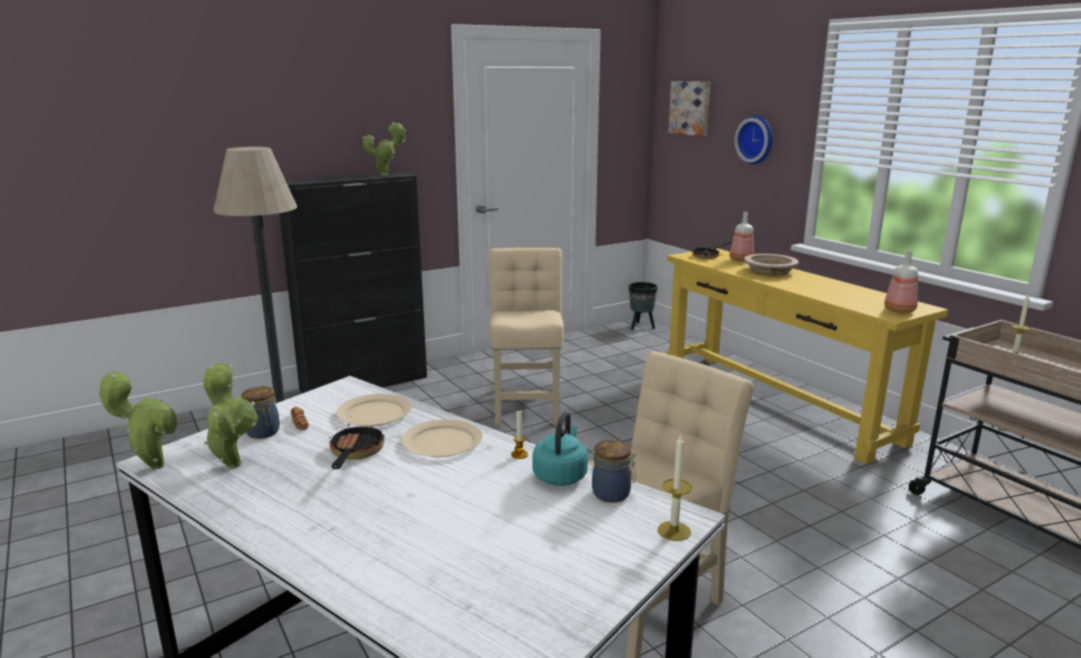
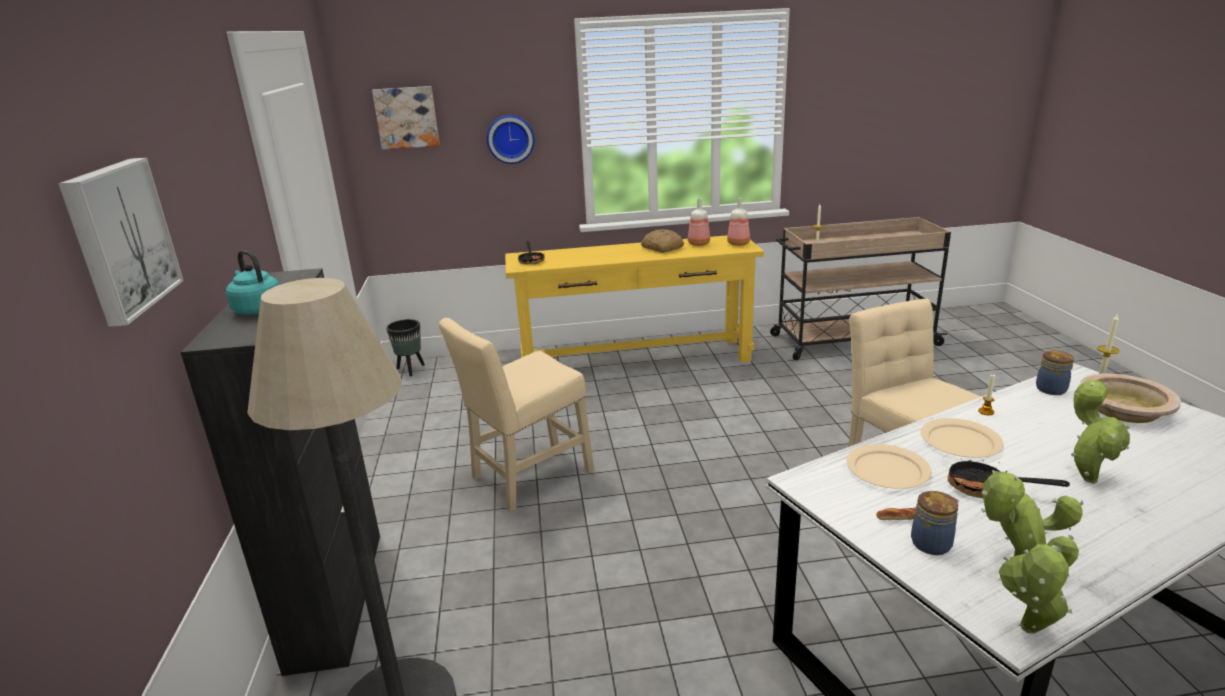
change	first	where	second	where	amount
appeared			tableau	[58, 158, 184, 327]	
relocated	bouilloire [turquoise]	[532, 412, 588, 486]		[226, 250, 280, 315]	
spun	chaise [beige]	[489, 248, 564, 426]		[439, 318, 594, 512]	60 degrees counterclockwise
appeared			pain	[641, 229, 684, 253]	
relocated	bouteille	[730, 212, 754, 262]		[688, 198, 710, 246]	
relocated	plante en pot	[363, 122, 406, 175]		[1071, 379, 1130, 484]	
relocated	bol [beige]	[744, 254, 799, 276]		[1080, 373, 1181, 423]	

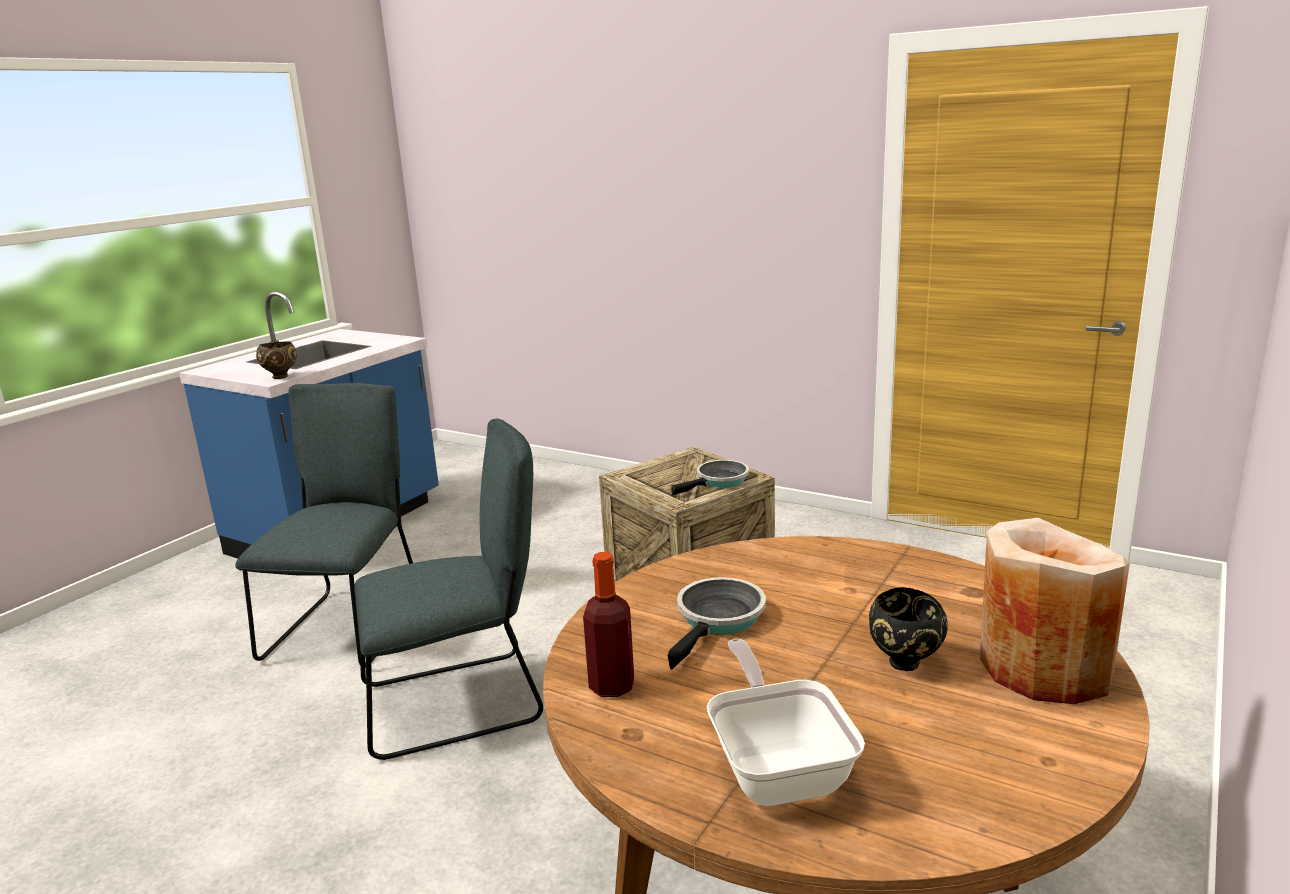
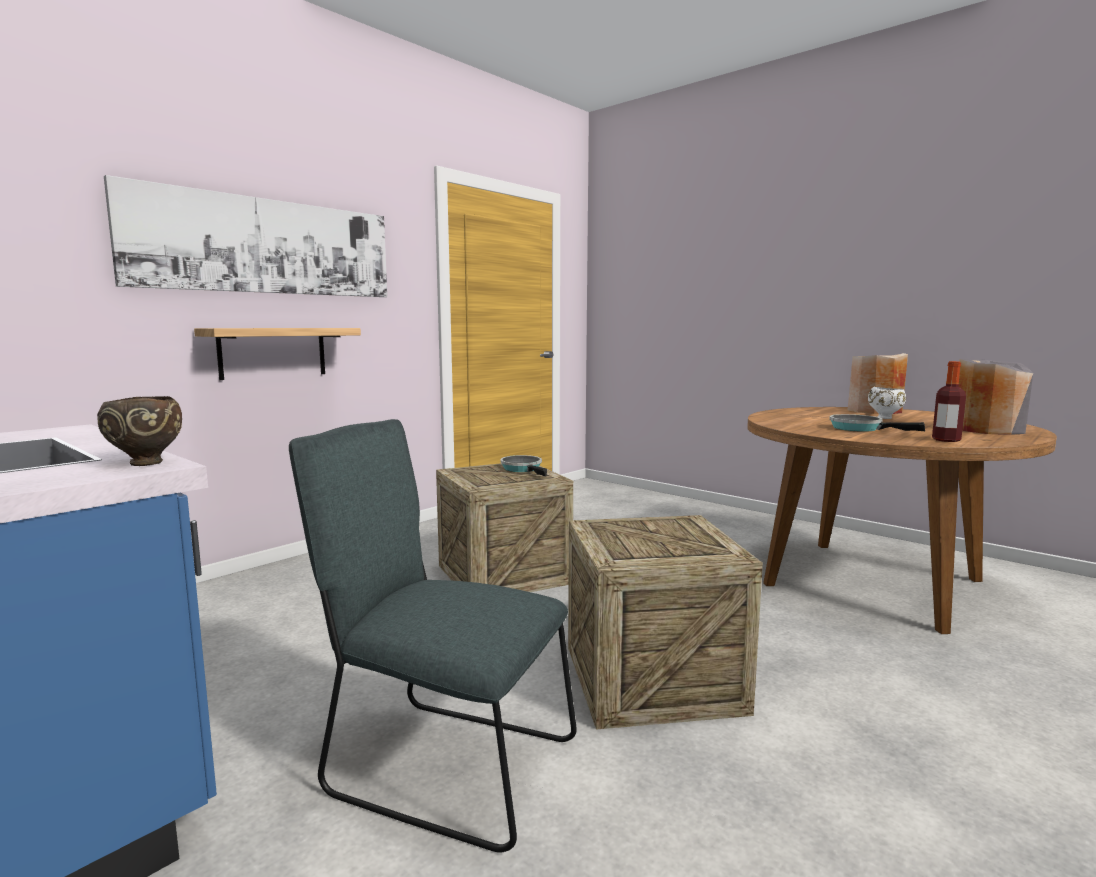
change	first	where	second	where	amount
appeared			tableau	[104, 175, 387, 297]	
appeared			étagère	[194, 328, 361, 380]	
exchanged	chaise [gris]	[354, 418, 543, 760]	caisse	[568, 515, 763, 730]	
colour	bol [noir]	[869, 587, 948, 671]	bol [blanc]	[868, 387, 906, 419]	
exchanged	poêle	[707, 639, 865, 806]	vase [gris]	[959, 358, 1033, 435]	

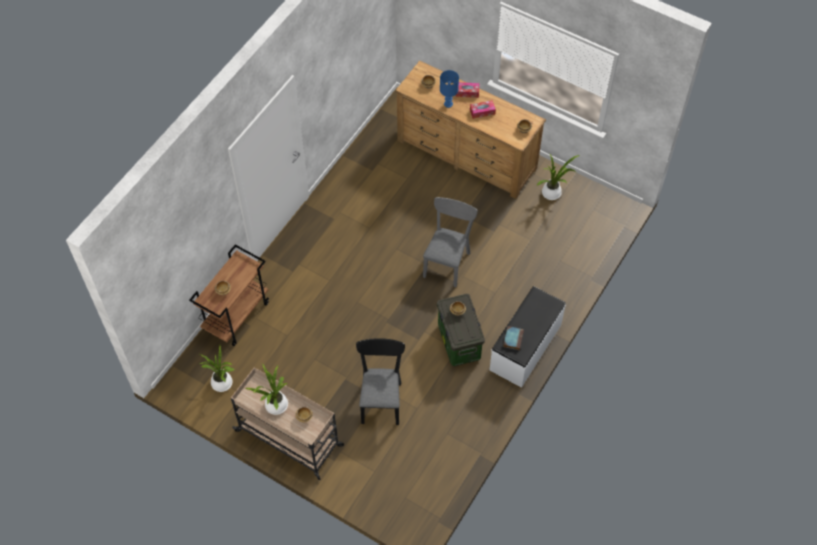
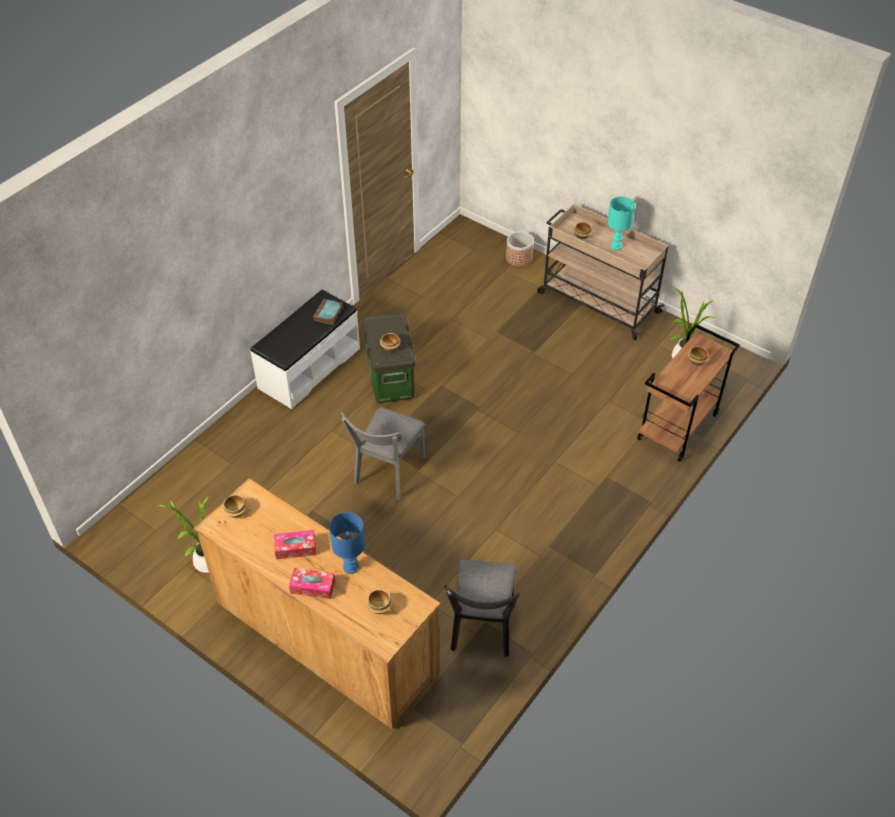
change	first	where	second	where	amount
relocated	chaise [noir]	[356, 338, 405, 425]		[445, 560, 520, 657]	
appeared			cache-pot	[506, 231, 534, 267]	
exchanged	plante en pot	[246, 364, 288, 415]	lampe de table [turquoise]	[607, 196, 635, 250]	

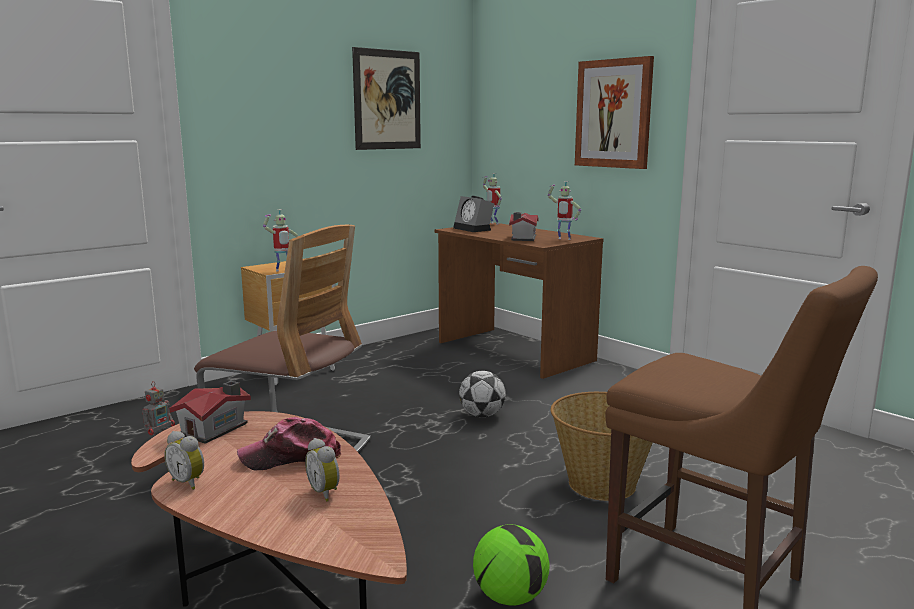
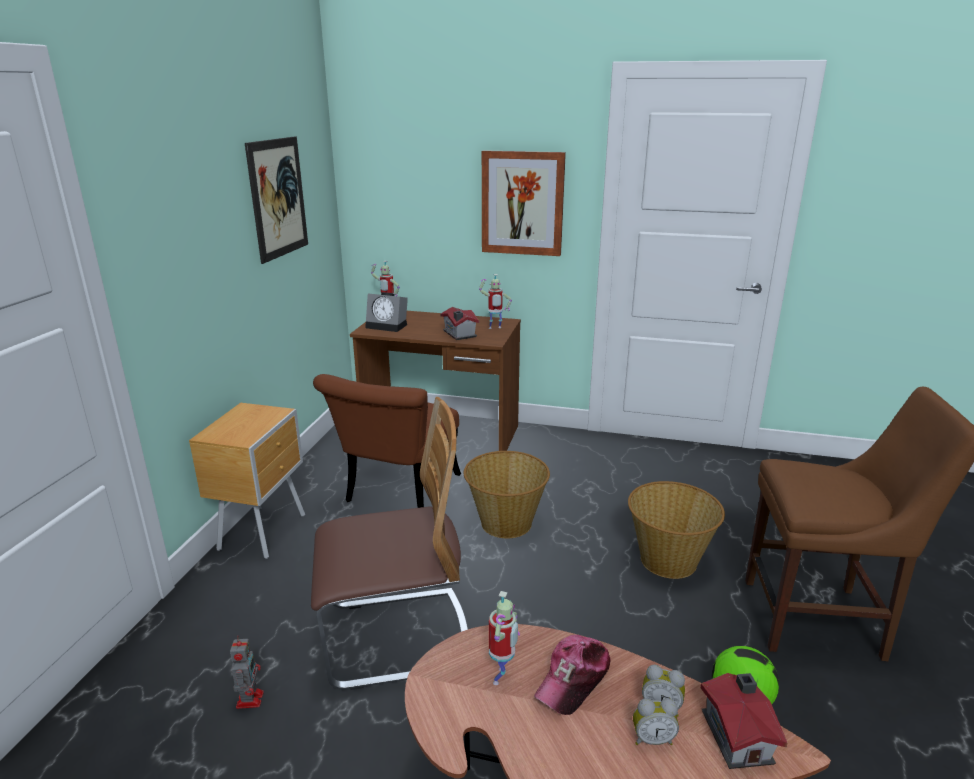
change	first	where	second	where	amount
appeared			chaise [marron]	[313, 374, 461, 508]	
exchanged	ballon de foot	[459, 371, 506, 417]	panier	[464, 451, 550, 538]	
relocated	robot jouet	[263, 209, 298, 271]		[489, 591, 520, 685]	
relocated	réveil	[164, 431, 204, 490]		[633, 698, 679, 745]	
relocated	maison miniature	[169, 381, 251, 444]		[700, 673, 787, 769]	

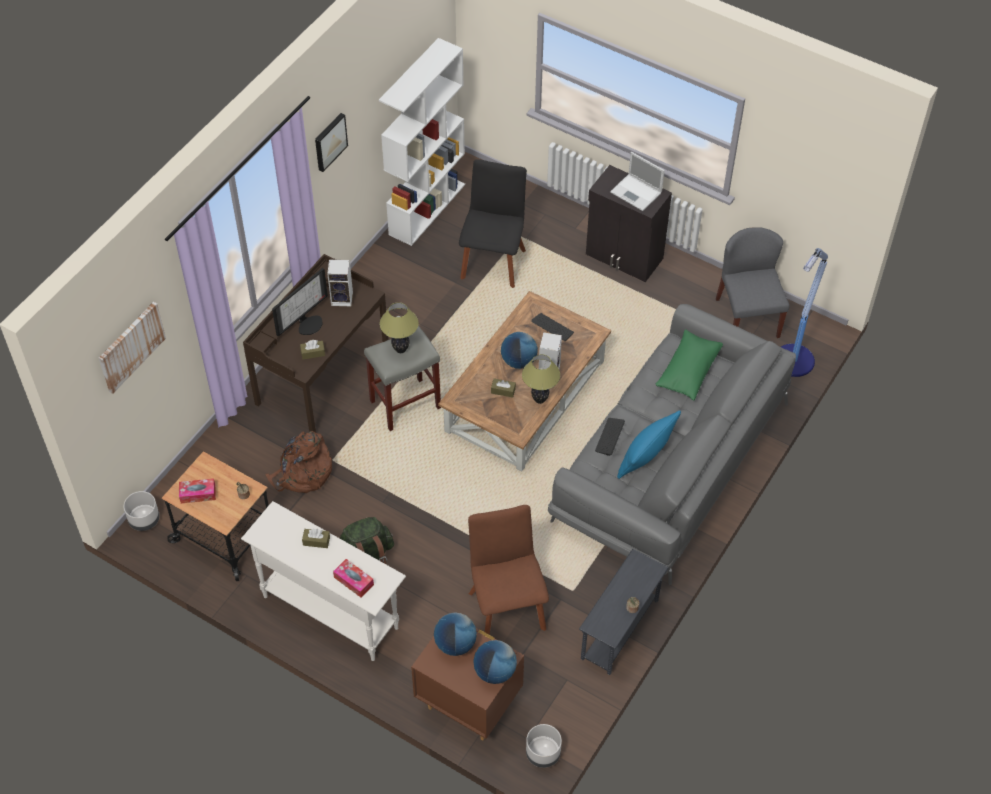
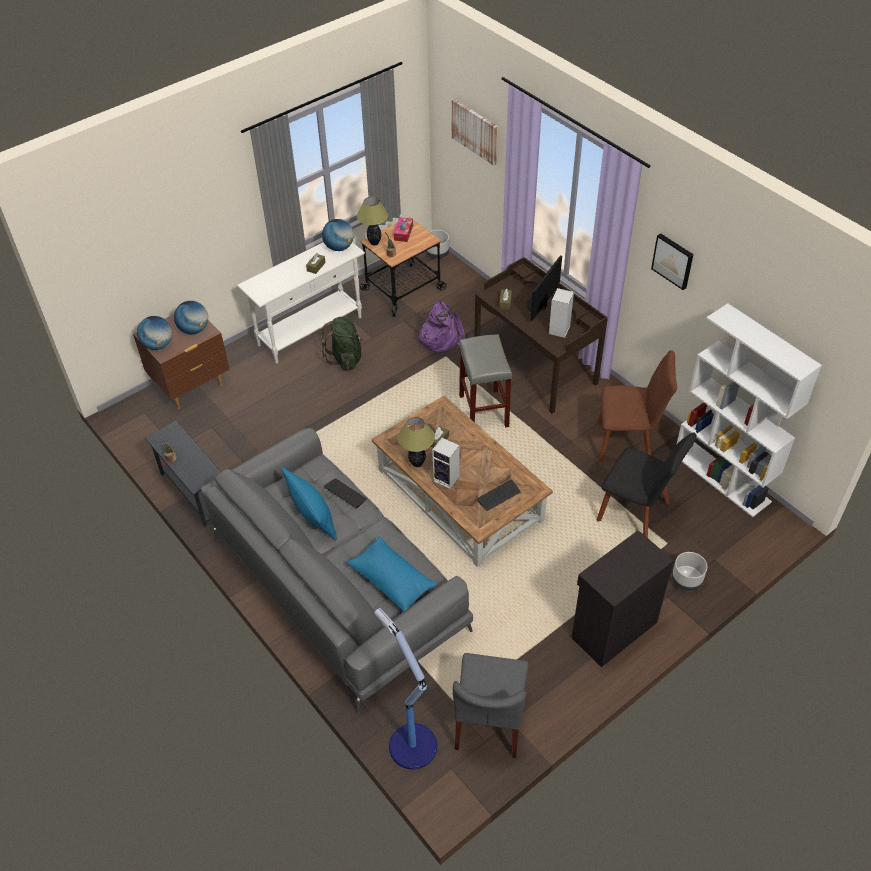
change	first	where	second	where	amount
relocated	globe	[501, 332, 538, 369]		[322, 219, 354, 251]	
colour	coussin [vert]	[655, 329, 723, 401]	coussin [bleu]	[347, 536, 437, 612]	
relocated	lampe de table	[380, 302, 418, 353]		[357, 196, 388, 246]	
colour	sac à dos [marron]	[265, 431, 332, 493]	sac à dos [violet]	[417, 302, 465, 353]	
spun	chaise [gris]	[716, 227, 790, 338]		[453, 653, 529, 758]	90 degrees clockwise
spun	écran d'ordinateur	[272, 268, 328, 336]		[527, 255, 562, 321]	60 degrees clockwise
relocated	chaise [marron]	[468, 505, 549, 635]		[597, 350, 677, 463]	
relocated	cache-pot [gris]	[526, 724, 562, 768]		[672, 552, 707, 591]	
missing	boîte à mouchoirs	[333, 559, 374, 598]			
missing	ordinateur portable	[610, 152, 665, 211]			

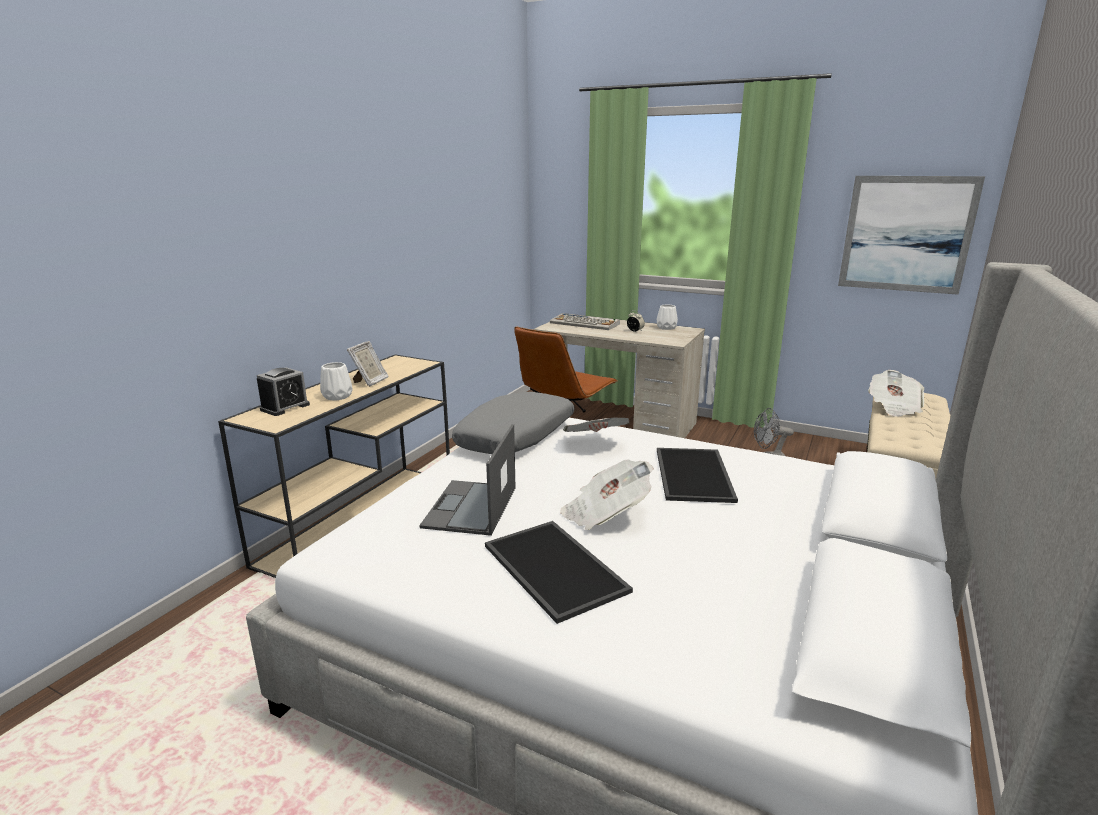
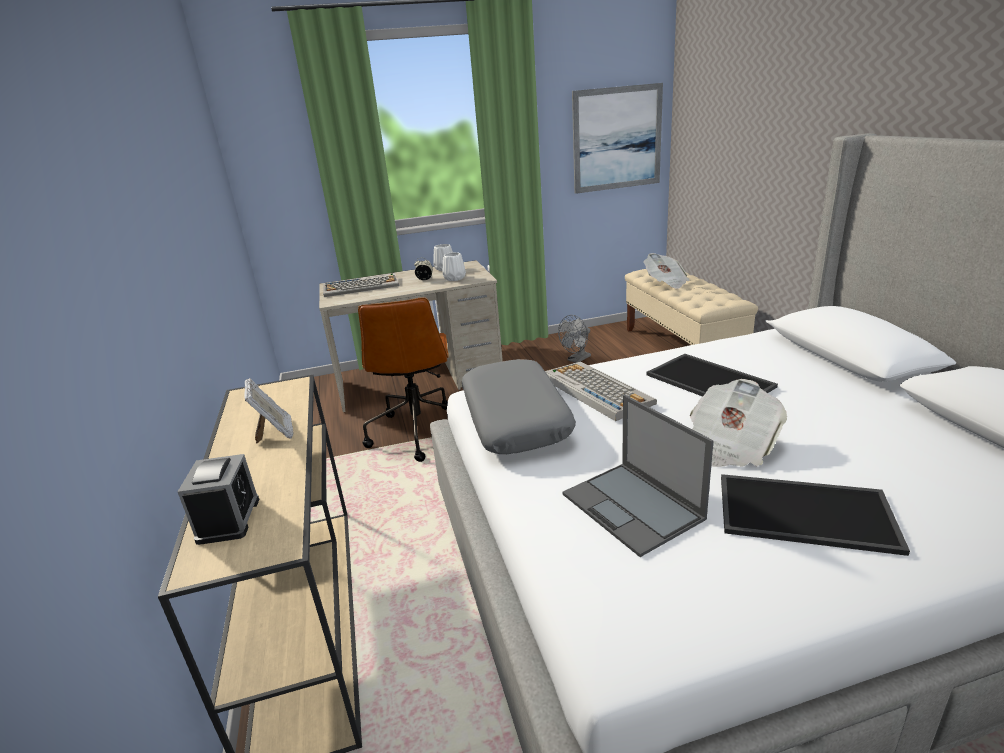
change	first	where	second	where	amount
relocated	vase [blanc]	[320, 362, 352, 401]		[443, 252, 466, 281]	
exchanged	journal	[563, 417, 629, 432]	clavier	[545, 361, 657, 421]	

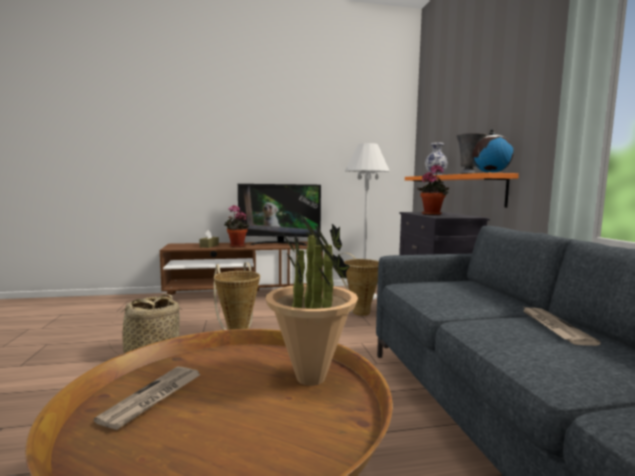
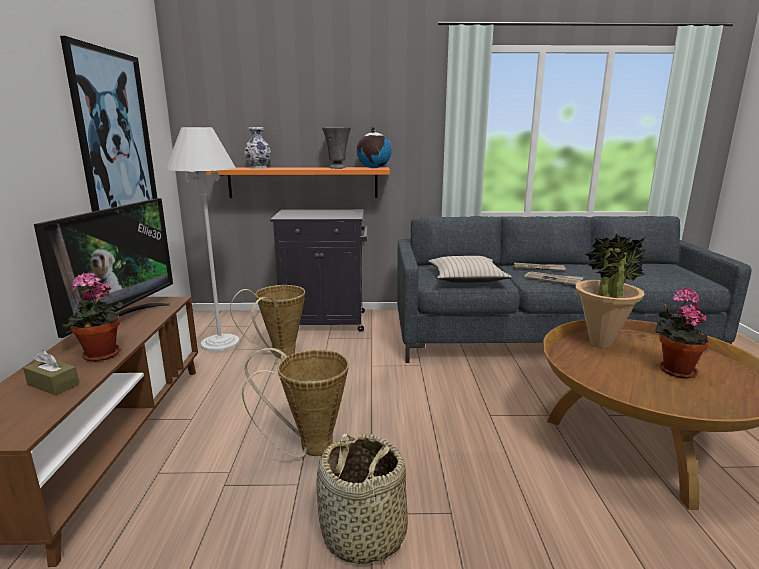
change	first	where	second	where	amount
appeared			tableau	[60, 36, 157, 212]	
appeared			coussin [beige]	[428, 256, 512, 283]	
relocated	journal	[94, 366, 201, 430]		[524, 272, 583, 285]	
relocated	plante en pot	[417, 165, 449, 215]		[655, 288, 710, 379]	

